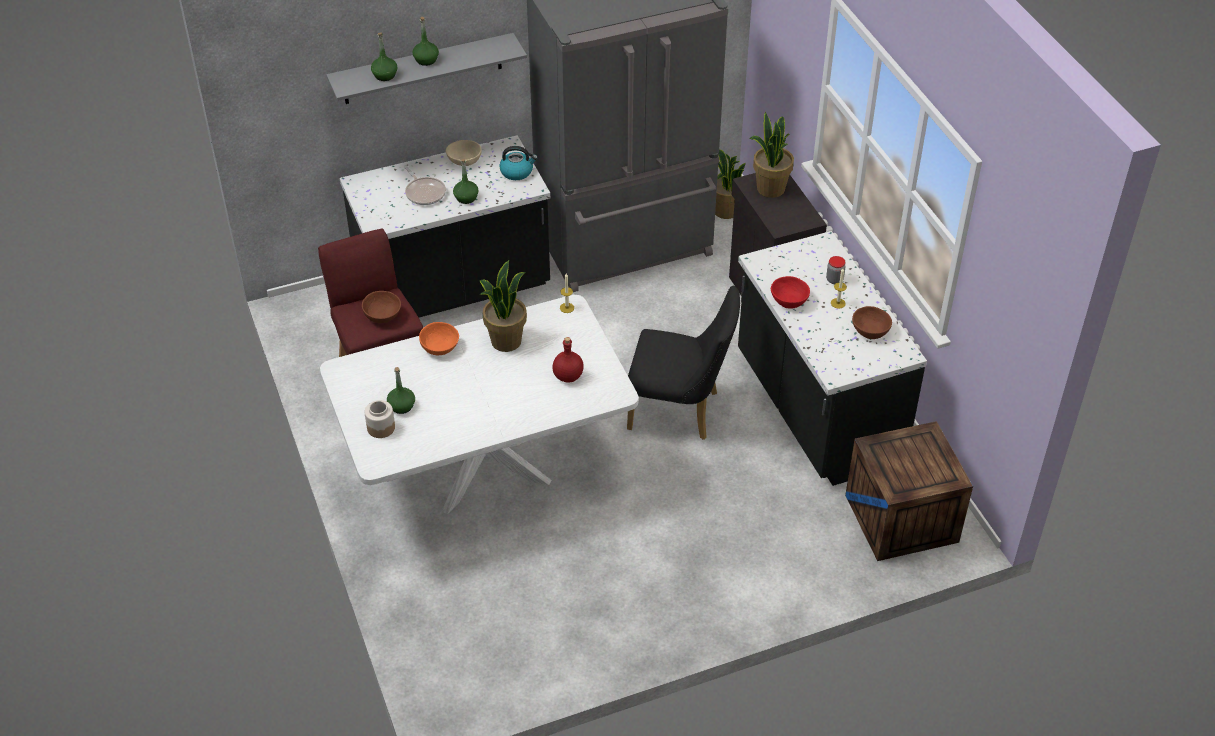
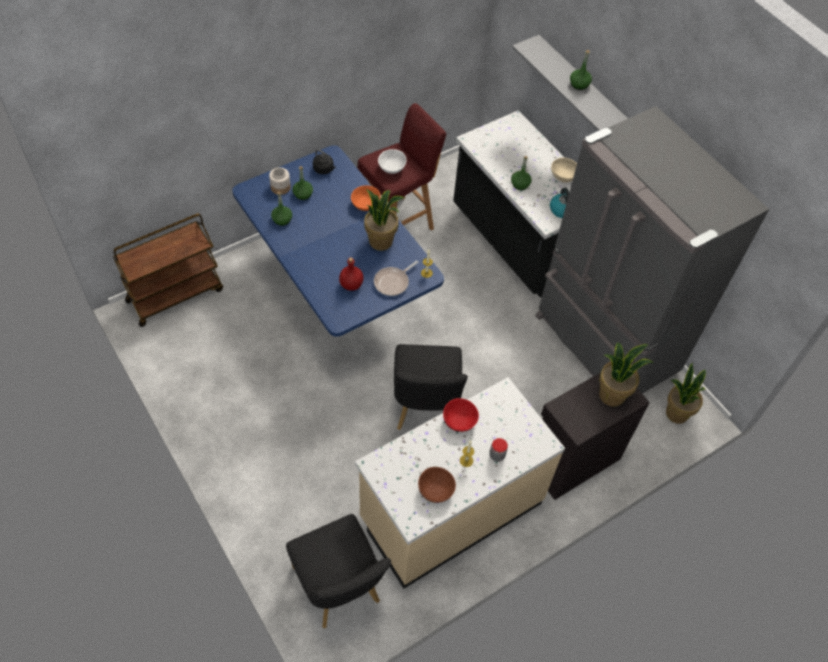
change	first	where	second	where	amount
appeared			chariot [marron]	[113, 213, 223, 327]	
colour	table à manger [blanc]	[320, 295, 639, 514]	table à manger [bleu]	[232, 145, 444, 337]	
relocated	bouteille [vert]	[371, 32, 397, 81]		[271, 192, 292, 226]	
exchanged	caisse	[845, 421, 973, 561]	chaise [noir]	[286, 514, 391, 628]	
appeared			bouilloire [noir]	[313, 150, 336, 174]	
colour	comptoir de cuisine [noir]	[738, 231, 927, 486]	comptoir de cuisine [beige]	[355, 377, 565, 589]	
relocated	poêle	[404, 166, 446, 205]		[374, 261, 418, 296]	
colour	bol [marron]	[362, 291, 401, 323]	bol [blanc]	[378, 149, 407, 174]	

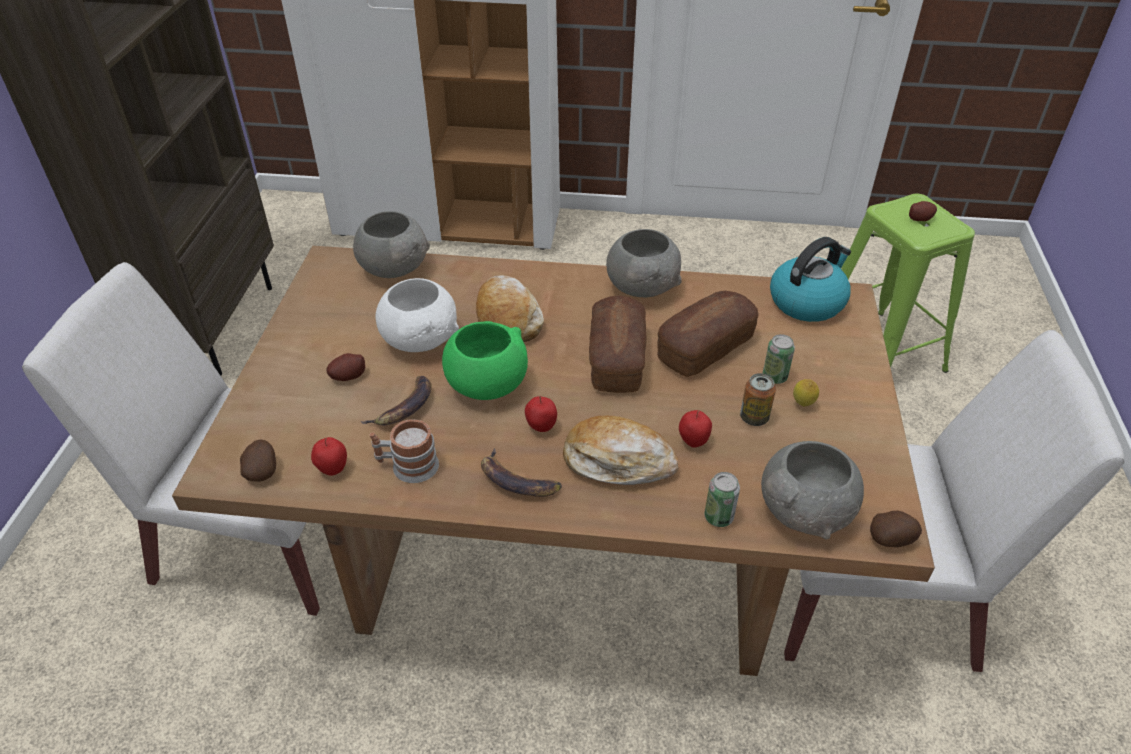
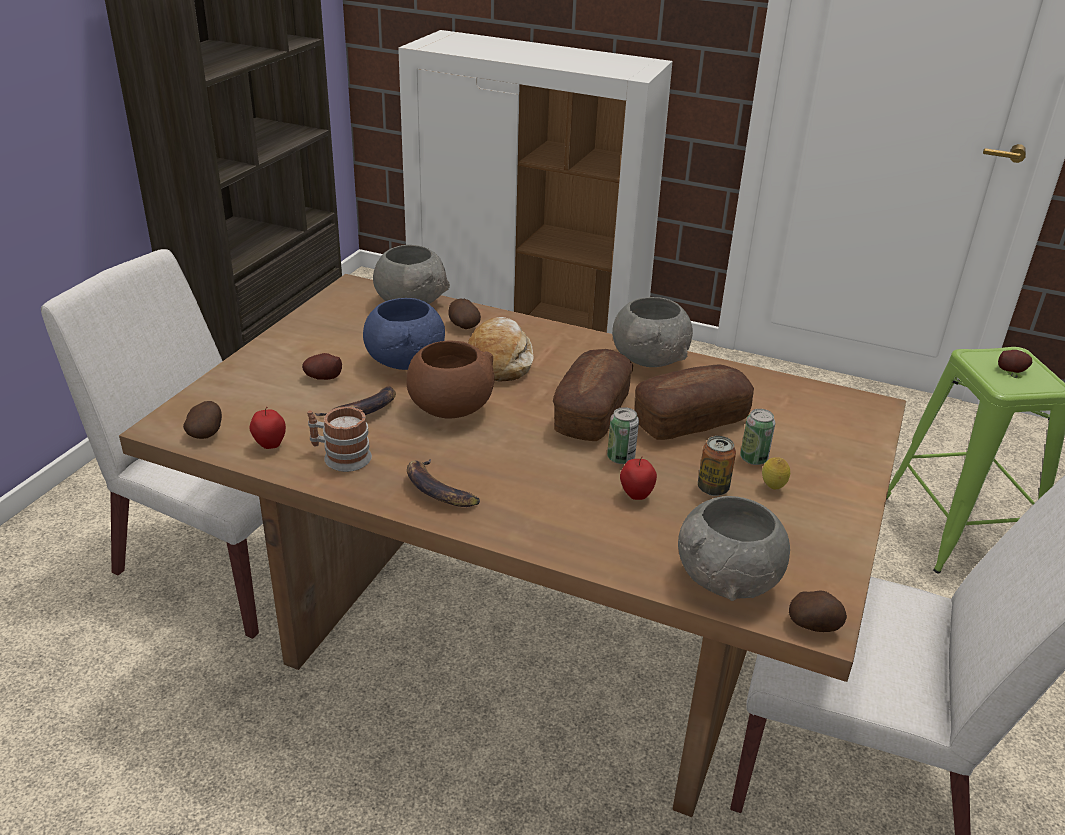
change	first	where	second	where	amount
colour	bol [blanc]	[375, 278, 459, 352]	bol [bleu]	[363, 298, 445, 370]	
colour	bol [vert]	[442, 321, 528, 400]	bol [marron]	[407, 341, 495, 419]	
appeared			pomme de terre	[448, 299, 481, 329]	
relocated	boîte métallique	[704, 472, 740, 527]		[607, 407, 639, 464]	
missing	pomme	[525, 396, 557, 432]			
missing	pain	[563, 415, 678, 485]			
missing	bouilloire	[770, 237, 851, 322]			

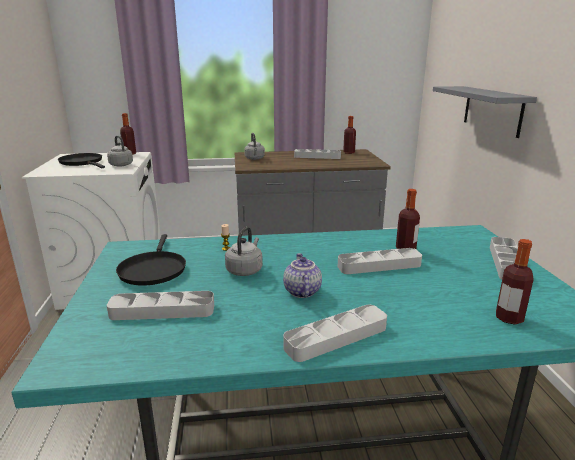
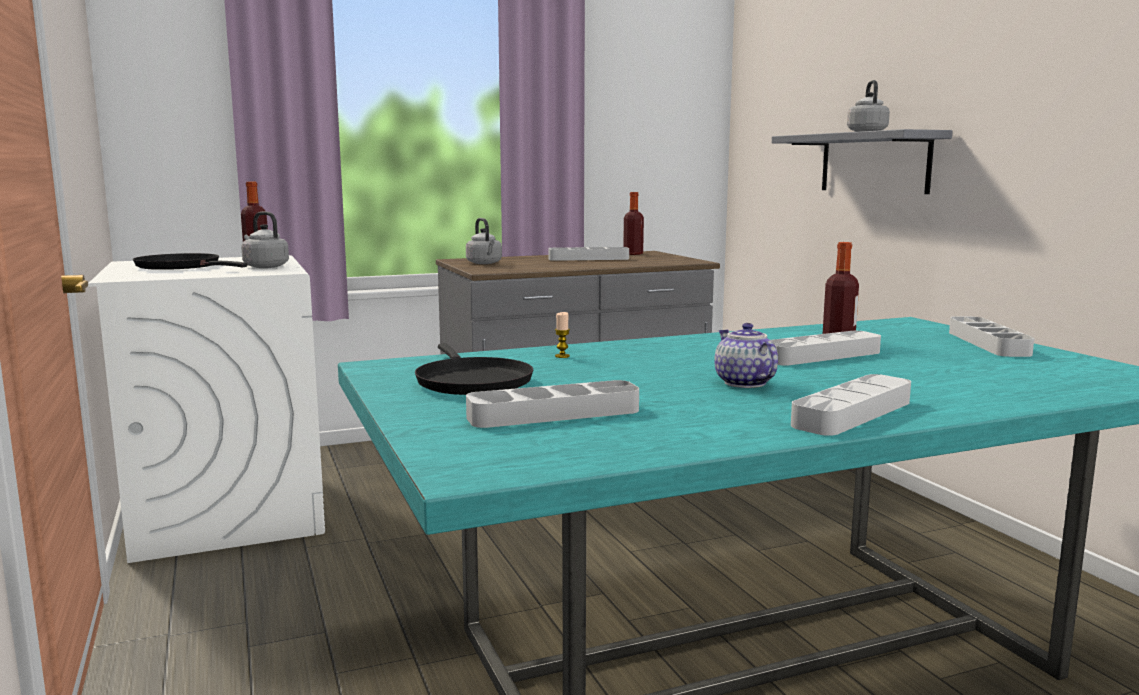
change	first	where	second	where	amount
relocated	bouilloire [gris]	[225, 227, 263, 276]		[847, 80, 890, 132]	
missing	bouteille	[496, 239, 534, 325]			

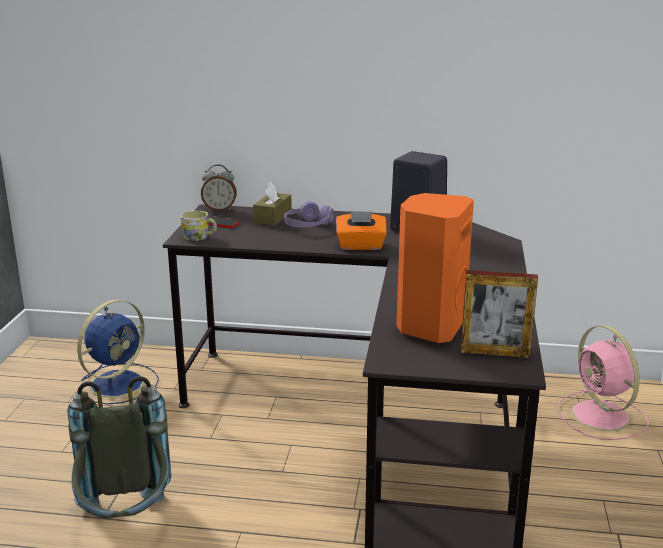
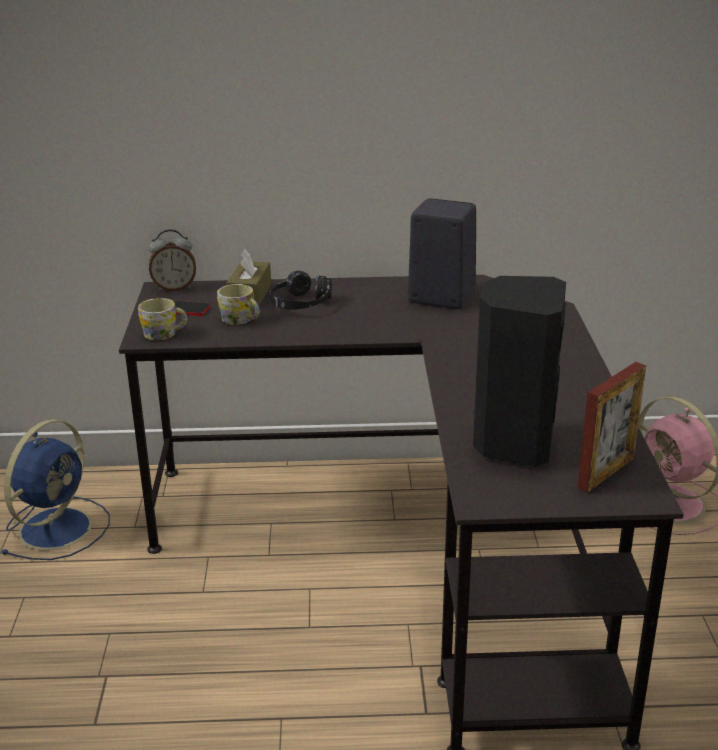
change	first	where	second	where	amount
appeared			mug	[217, 284, 260, 325]	
colour	casque audio [violet]	[284, 201, 334, 228]	casque audio [noir]	[269, 271, 332, 310]	
colour	enceinte [orange]	[397, 193, 474, 343]	enceinte [noir]	[473, 276, 566, 467]	
spun	cadre photo	[461, 270, 538, 358]		[578, 362, 646, 493]	45 degrees counterclockwise
missing	sac à dos [gris]	[67, 376, 171, 518]			
missing	boîte à mouchoirs [orange]	[336, 211, 387, 250]			

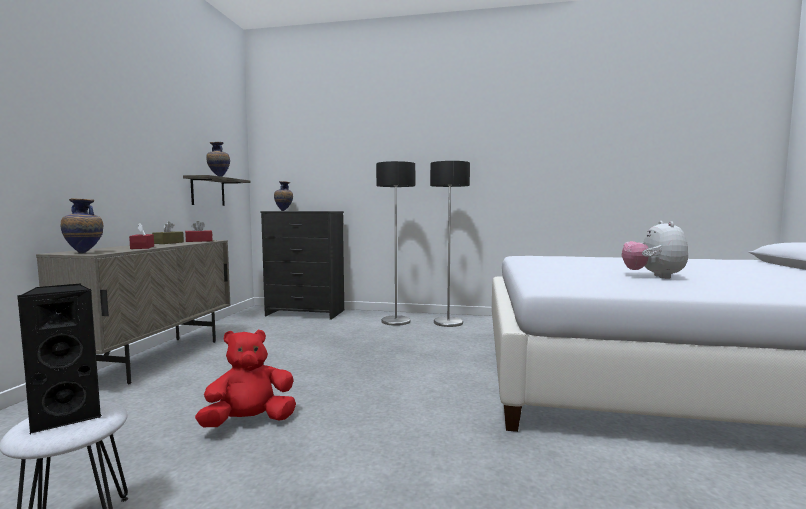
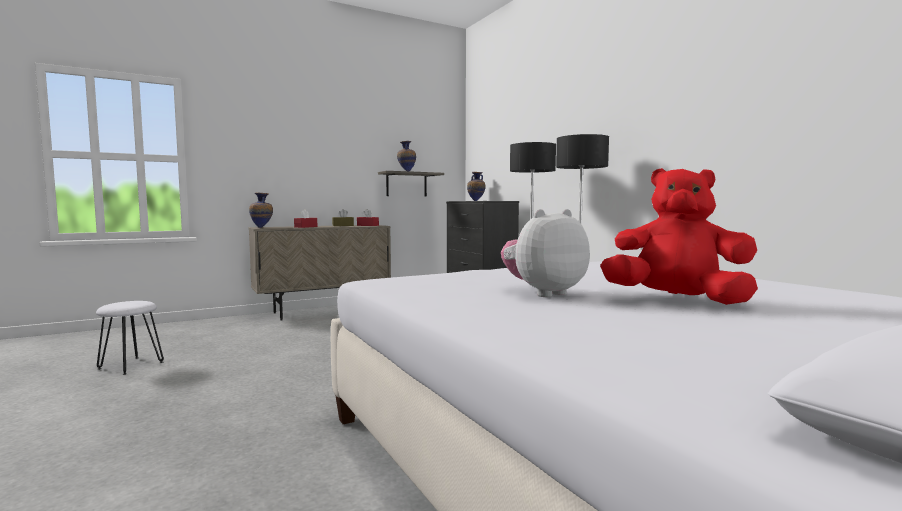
change	first	where	second	where	amount
relocated	peluche [rouge]	[195, 330, 296, 427]		[600, 168, 758, 305]	
missing	enceinte [noir]	[18, 283, 102, 434]			

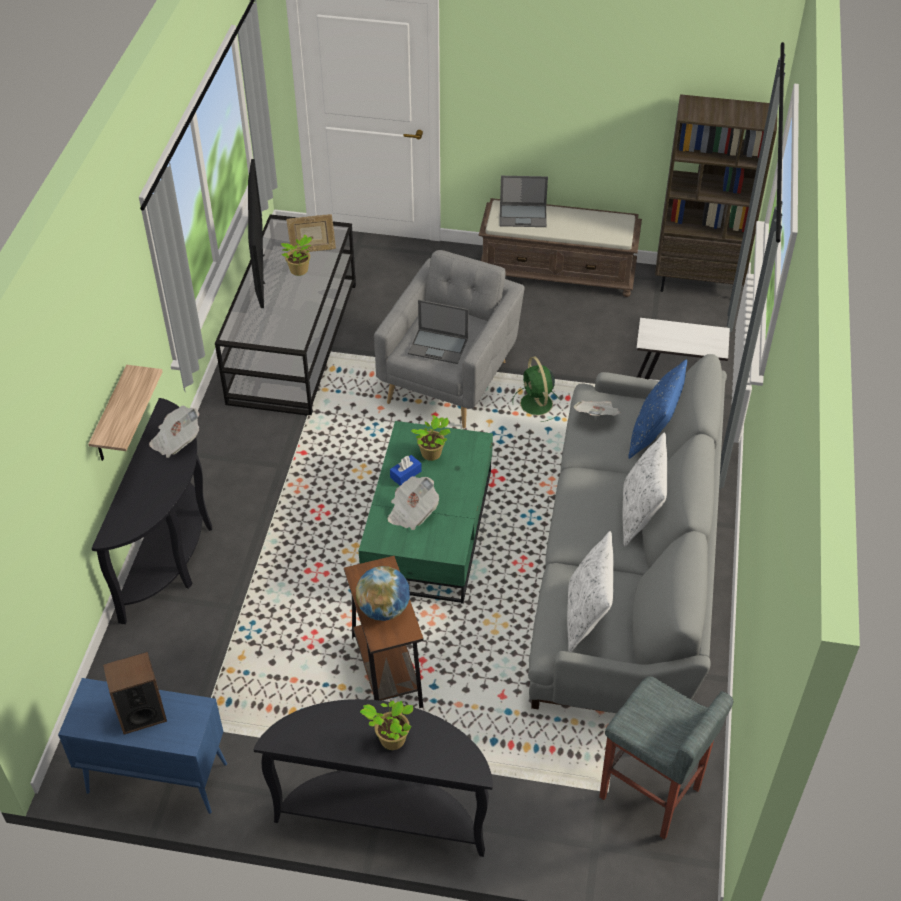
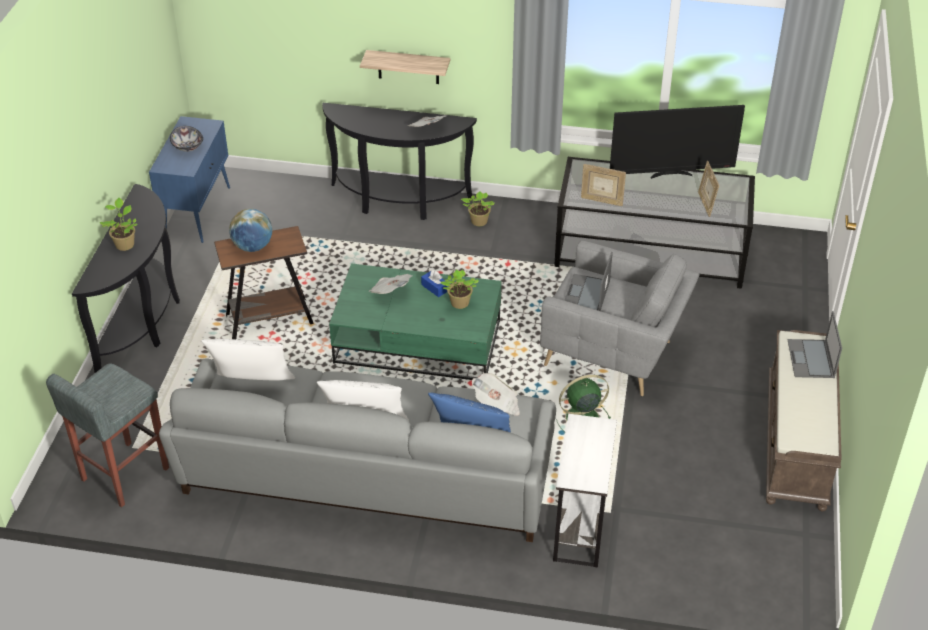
change	first	where	second	where	amount
exchanged	enceinte	[103, 652, 167, 735]	bol	[170, 126, 203, 152]	
relocated	plante en pot	[280, 234, 313, 276]		[461, 191, 495, 226]	
appeared			cadre photo	[581, 164, 626, 206]	
missing	bibliothèque [marron]	[655, 94, 777, 299]			

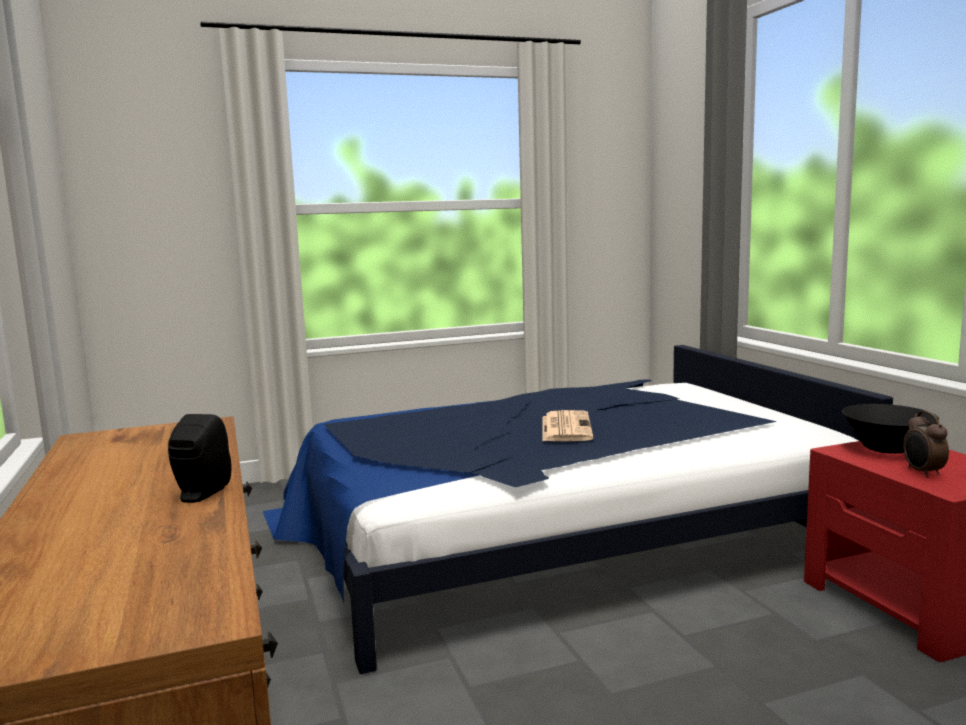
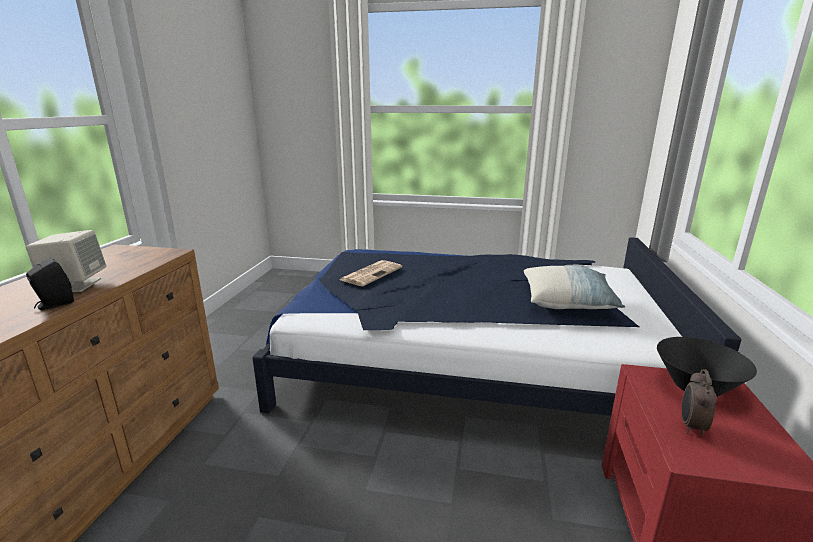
change	first	where	second	where	amount
appeared			enceinte [beige]	[26, 230, 106, 292]	
relocated	journal	[542, 410, 593, 441]		[340, 260, 402, 286]	
appeared			coussin	[524, 266, 625, 309]	

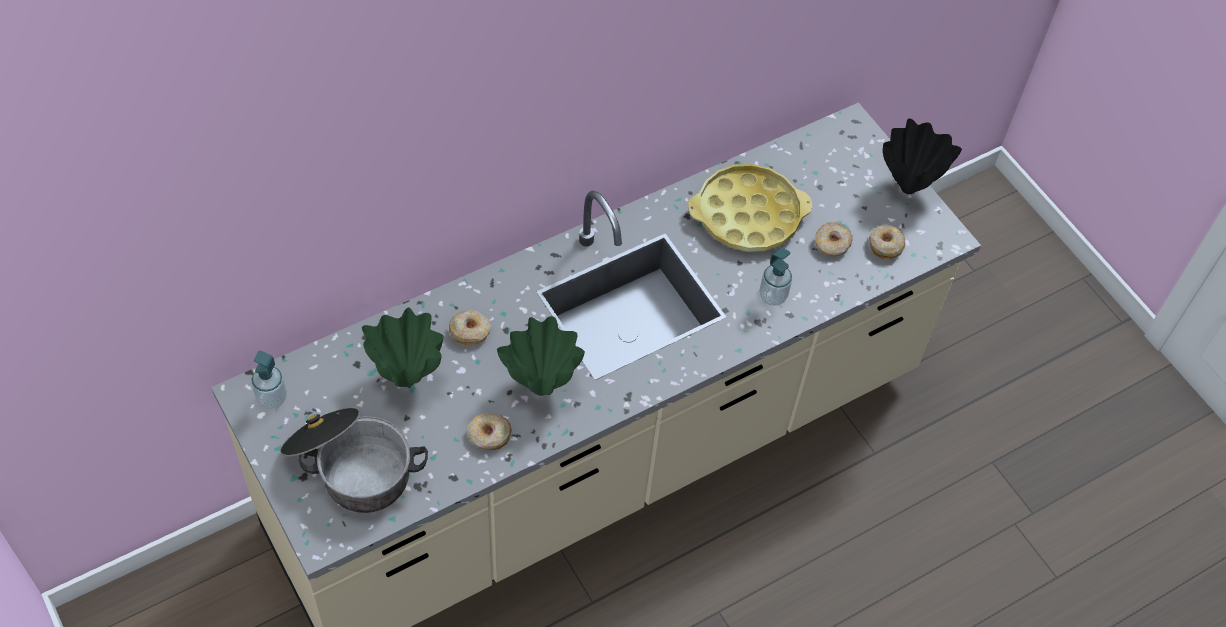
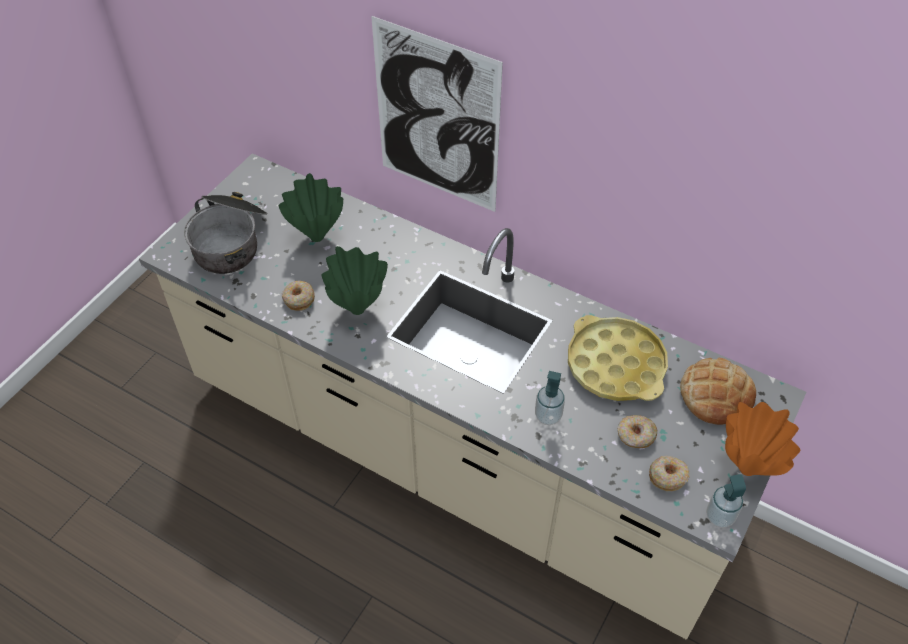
change	first	where	second	where	amount
appeared			tableau	[371, 16, 503, 212]	
appeared			pain	[680, 358, 756, 425]	
relocated	distributeur de savon	[251, 350, 287, 409]		[706, 474, 746, 528]	
colour	vase [noir]	[883, 118, 962, 194]	vase [orange]	[725, 402, 800, 476]	
missing	beignet	[449, 310, 491, 346]			

